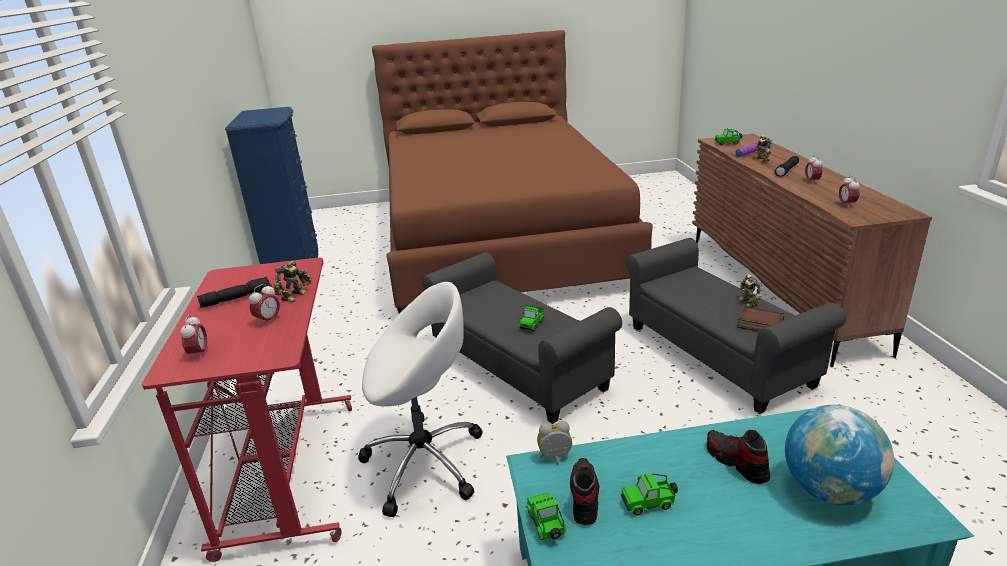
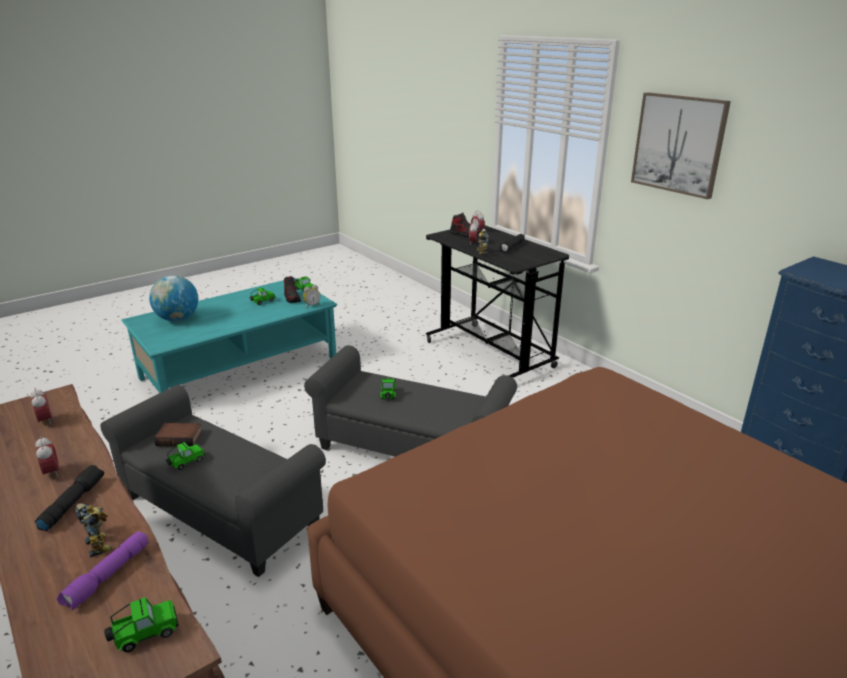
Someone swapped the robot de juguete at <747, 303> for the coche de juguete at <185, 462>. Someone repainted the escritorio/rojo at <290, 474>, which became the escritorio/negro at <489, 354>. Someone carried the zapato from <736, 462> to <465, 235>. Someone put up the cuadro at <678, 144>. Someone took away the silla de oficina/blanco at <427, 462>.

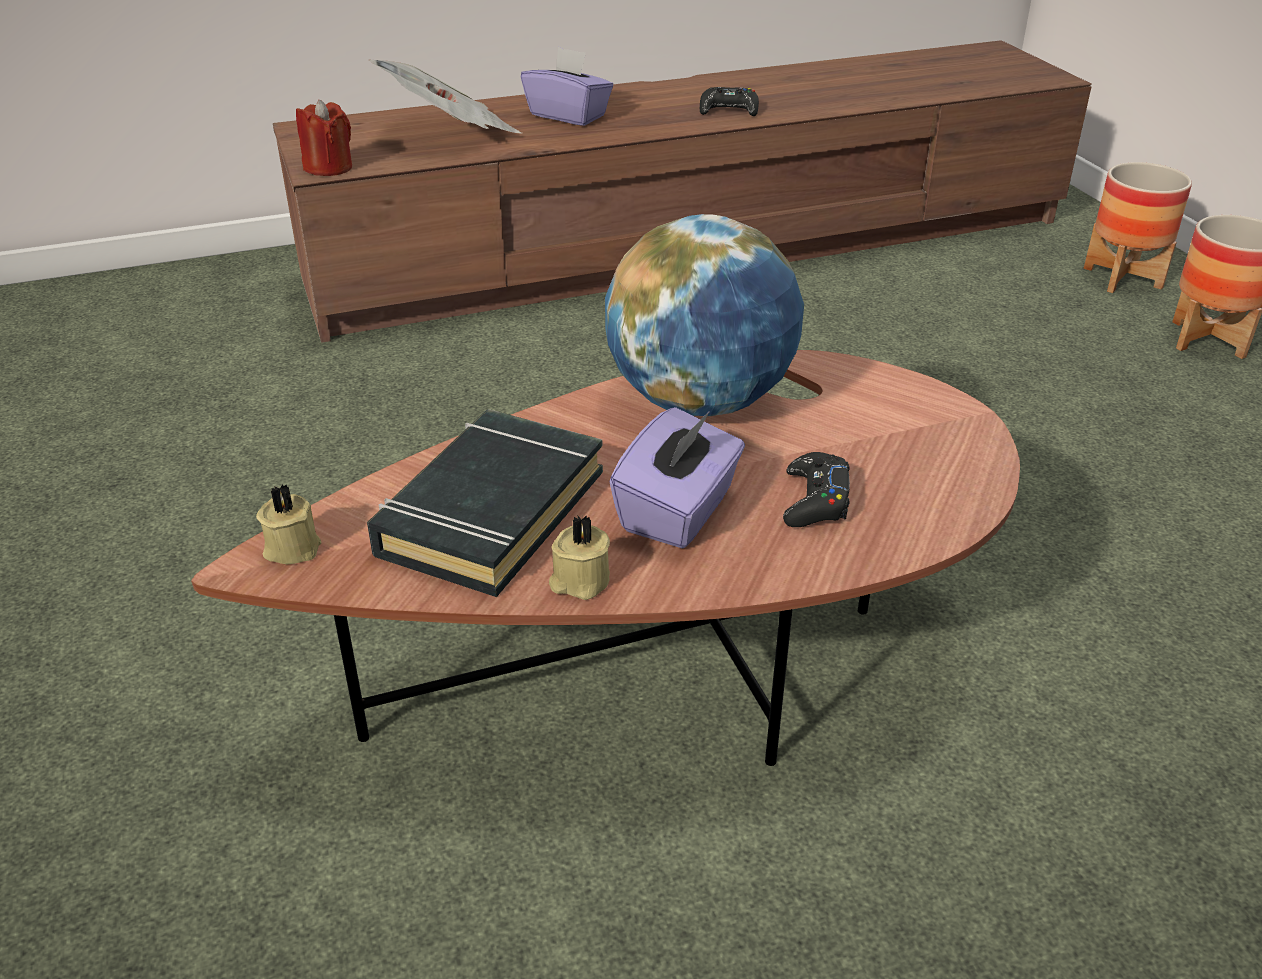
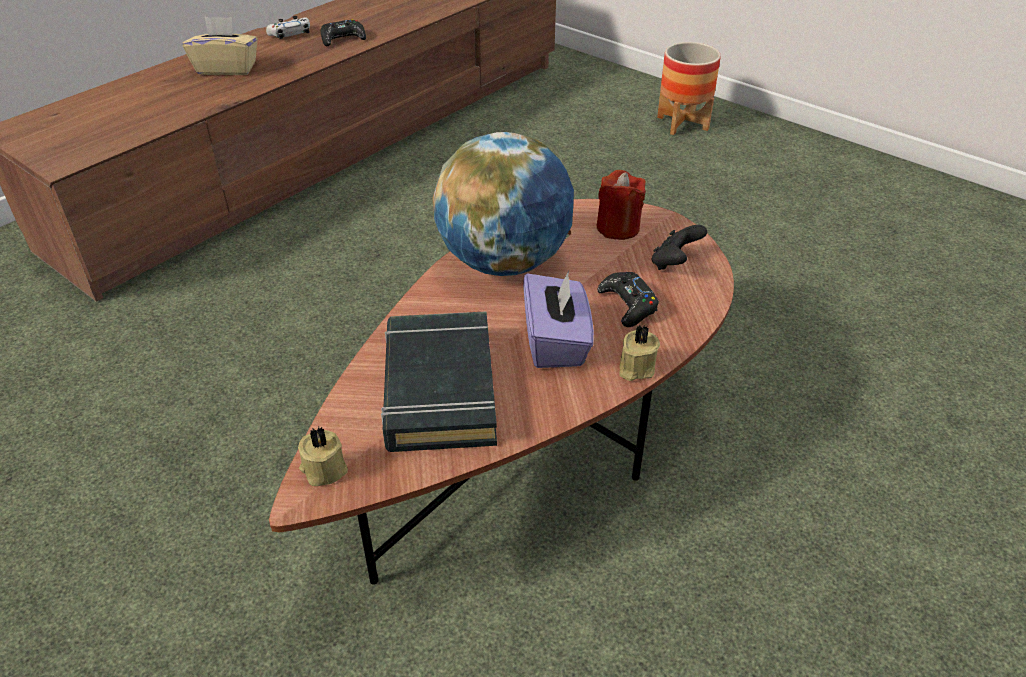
Someone repainted the caja de pañuelos/morado at <568, 115>, which became the caja de pañuelos/beis at <227, 68>. Someone put down the mando de consola/blanco at <290, 34>. Someone carried the vela/rojo from <329, 168> to <618, 228>. Someone carried the vela/beis from <579, 581> to <635, 368>. Someone put down the mando de consola/negro at <674, 263>. Someone took away the periódico at <452, 134>. Someone took away the maceta at <1123, 278>.

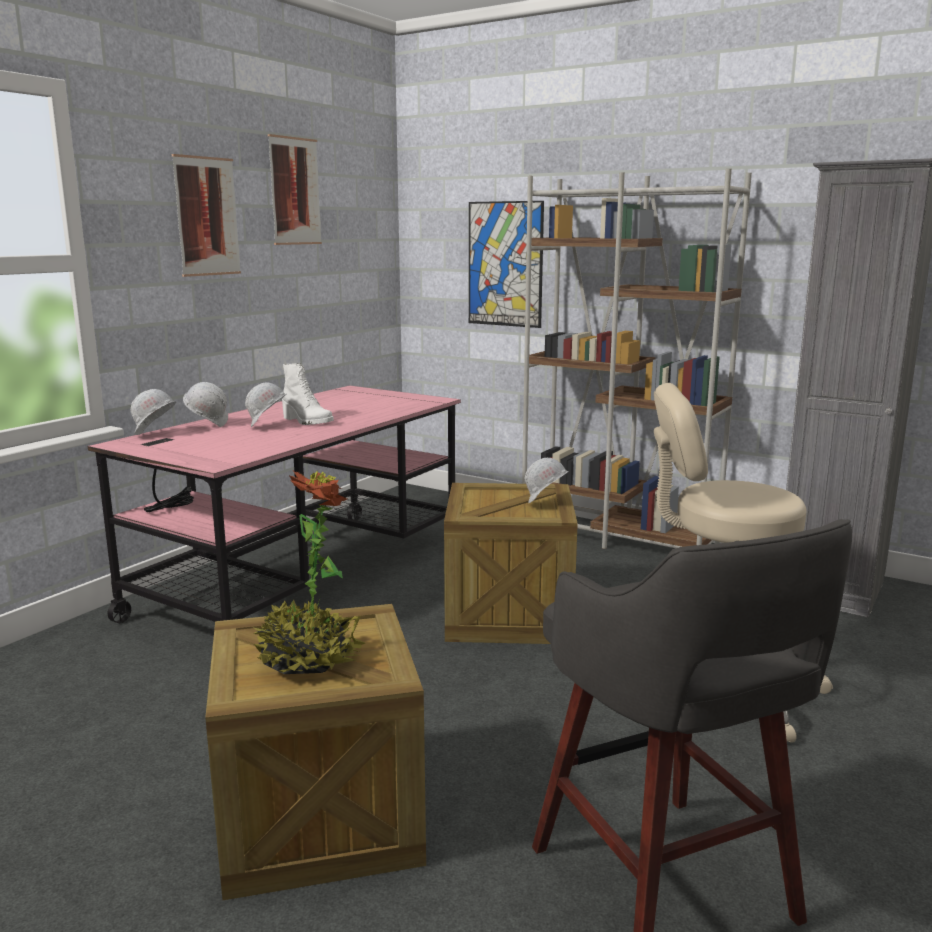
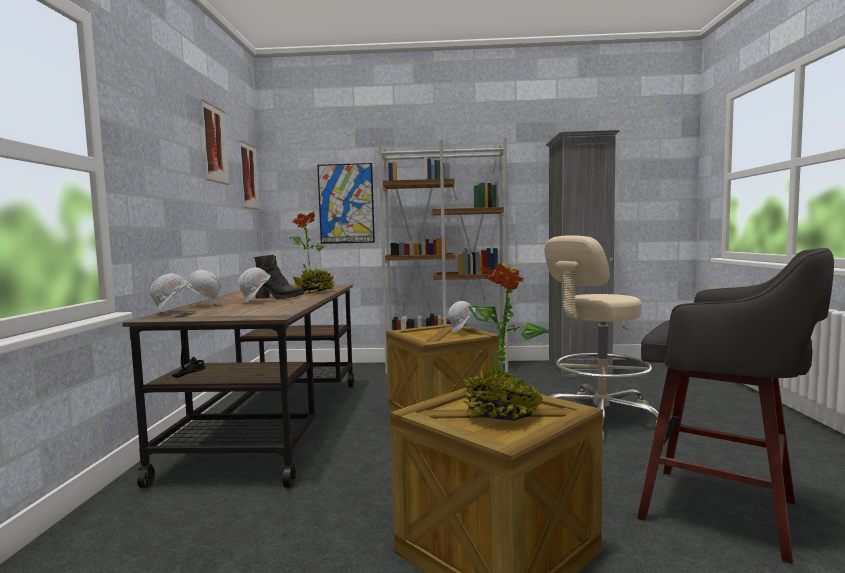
Someone repainted the escritorio/rosa at <304, 577>, which became the escritorio/marrón at <273, 425>. Someone carried the cuadro from <207, 216> to <249, 176>. Someone repainted the bota/blanco at <307, 421>, which became the bota/negro at <279, 298>. Someone put down the planta en maceta at <313, 292>.

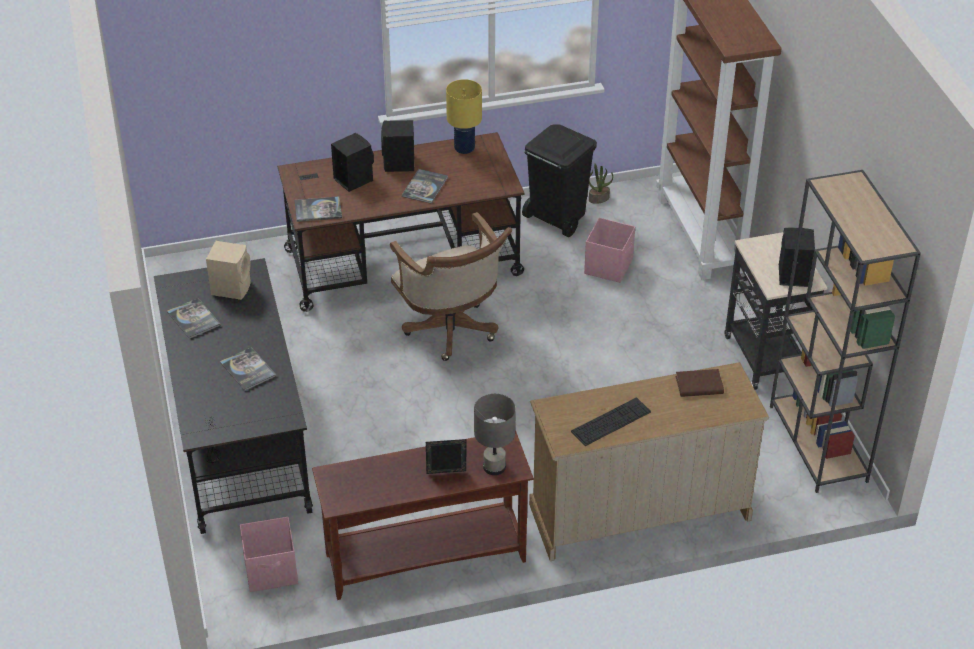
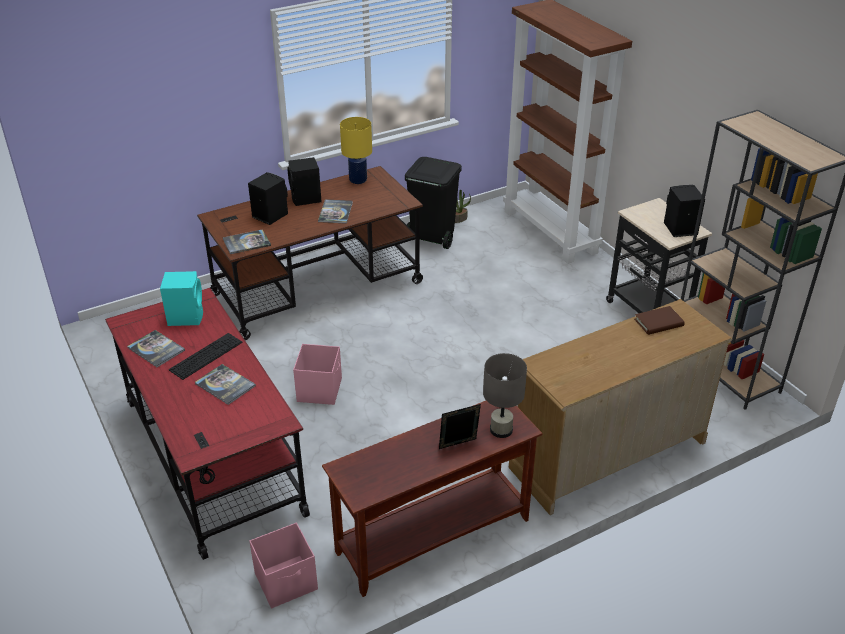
Someone repainted the escritorio/negro at <238, 434>, which became the escritorio/rojo at <213, 457>. Someone repainted the altavoz/beis at <232, 287>, which became the altavoz/turquesa at <186, 316>. Someone carried the teclado from <611, 422> to <206, 356>. Someone carried the caja de almacenaje/rosa from <609, 266> to <320, 389>. Someone took away the silla de oficina at <452, 332>.

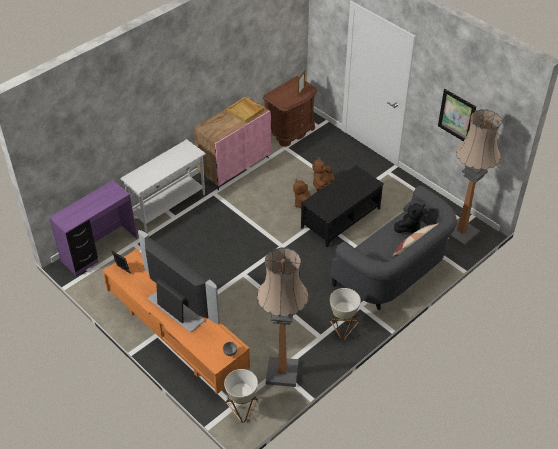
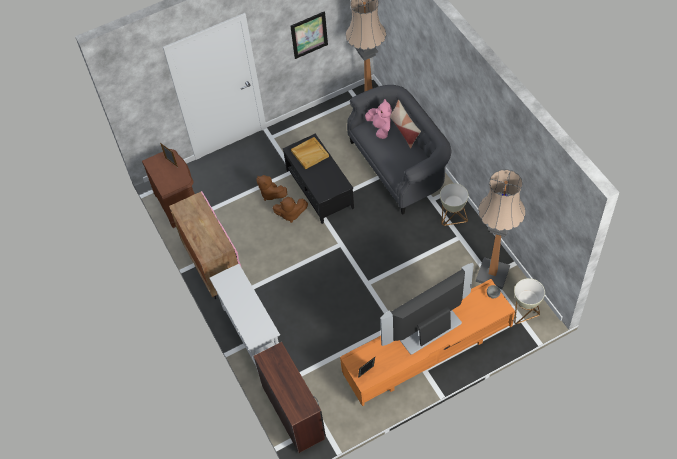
Someone repainted the escritorio/morado at <100, 250>, which became the escritorio/marrón at <294, 411>. Someone carried the bandeja/beis from <245, 111> to <310, 153>. Someone repainted the peluche/negro at <408, 227>, which became the peluche/rosa at <380, 128>.

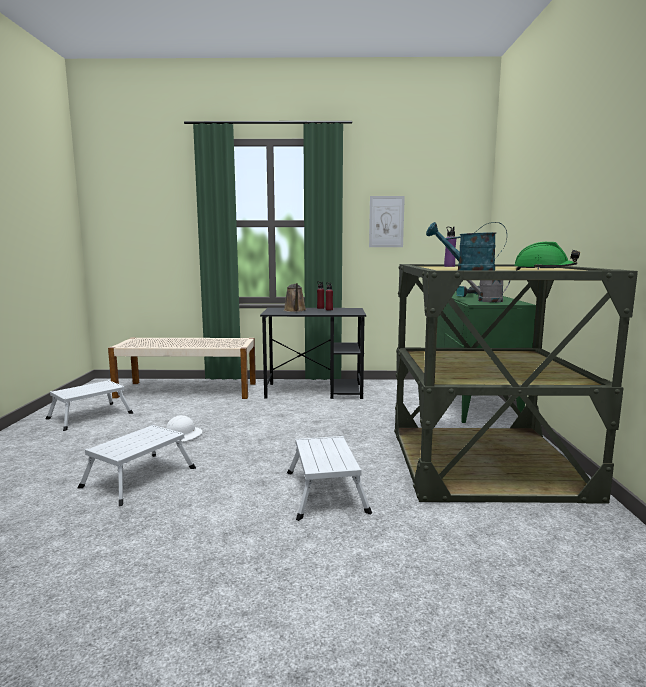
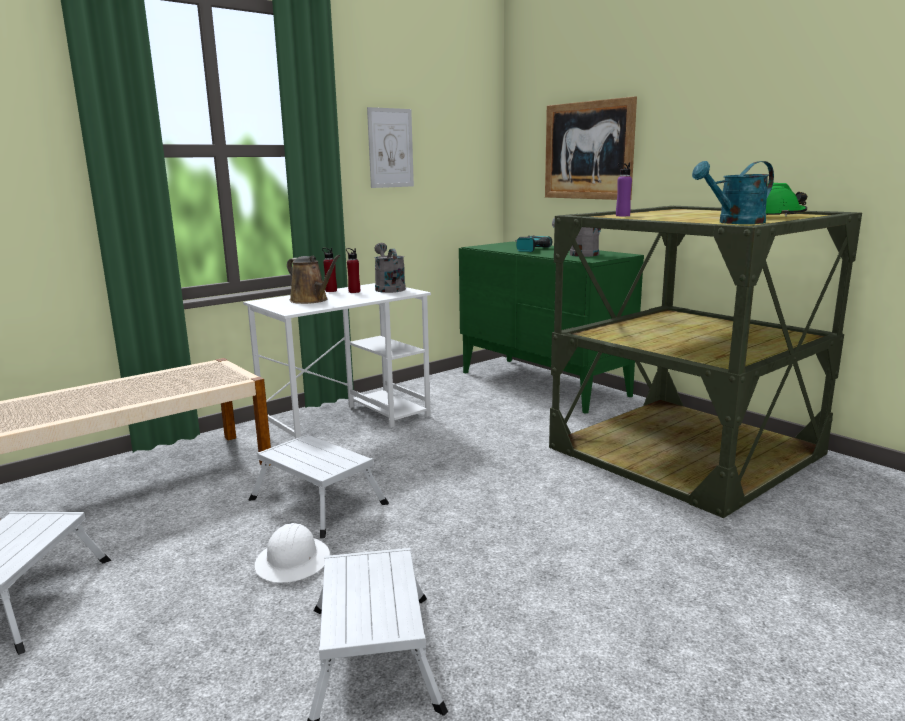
Someone repainted the escritorio/negro at <315, 391>, which became the escritorio/blanco at <348, 422>. Someone carried the escalera de tijera/blanco from <326, 492> to <318, 502>. Someone put down the regadera/gris at <388, 288>. Someone put up the cuadro at <588, 150>.

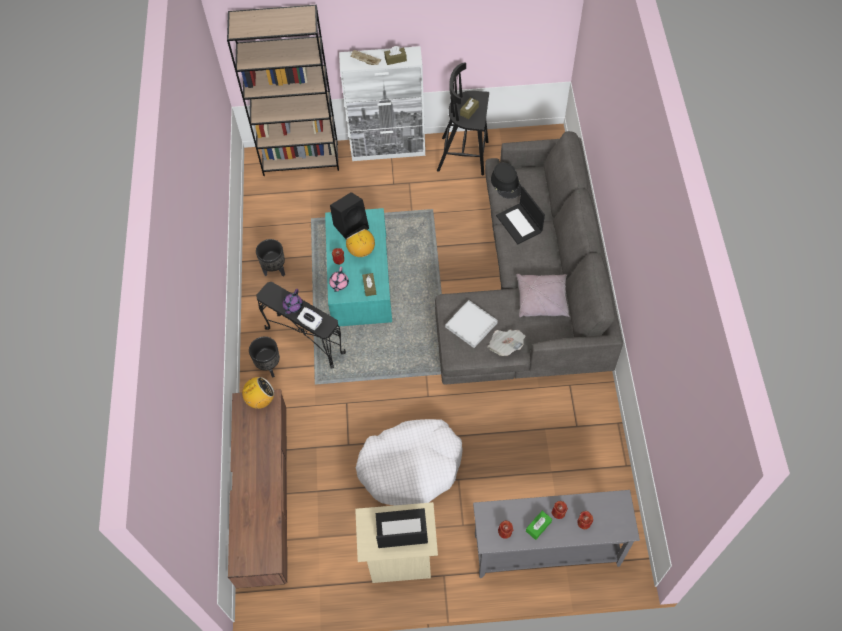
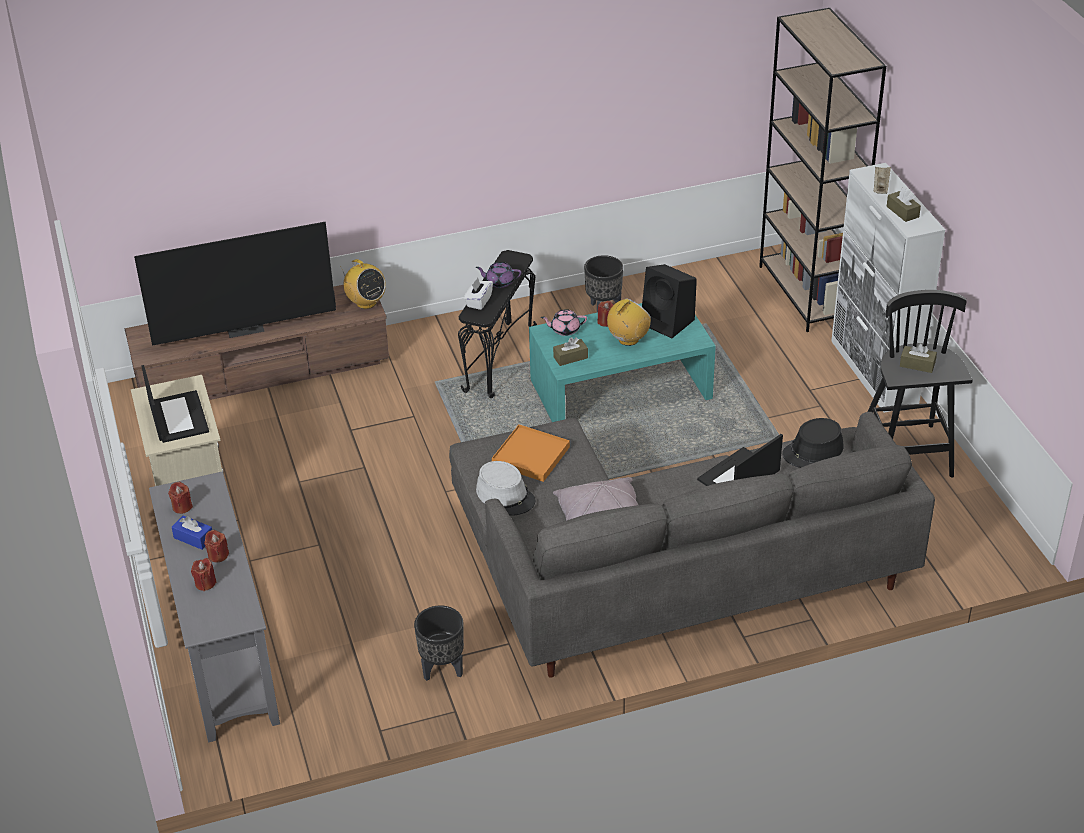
Someone put down the televisor at <245, 327>. Someone repainted the caja de pañuelos/verde at <538, 526>, which became the caja de pañuelos/azul at <193, 538>. Someone carried the maceta/negro from <269, 367> to <442, 669>. Someone swapped the periódico at <505, 345> for the sombrero/gris at <505, 495>. Someone repainted the bandeja/blanco at <471, 325>, which became the bandeja/naranja at <531, 455>. Someone took away the cama para perro/blanco at <411, 466>.

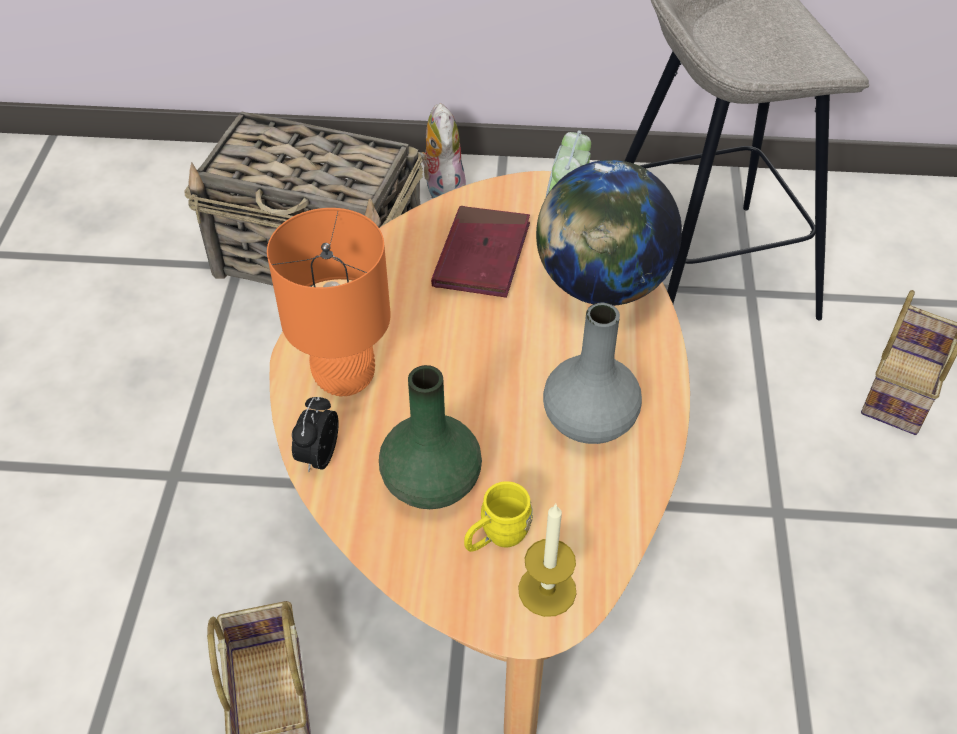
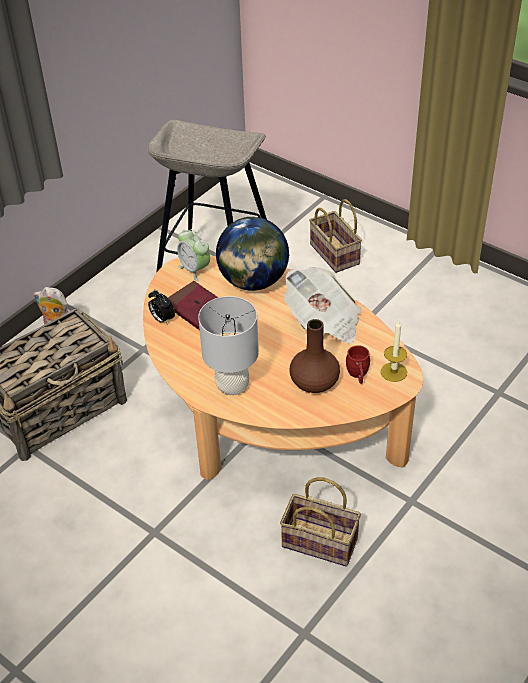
Someone carried the despertador from <318, 456> to <162, 319>. Someone repainted the lámpara de mesa/naranja at <347, 378>, which became the lámpara de mesa/gris at <232, 385>. Someone swapped the florero/gris at <590, 421> for the periódico at <323, 321>. Someone repainted the florero/verde at <430, 482>, which became the florero/marrón at <314, 383>. Someone repainted the taza grande/amarillo at <496, 537>, which became the taza grande/rojo at <358, 375>.

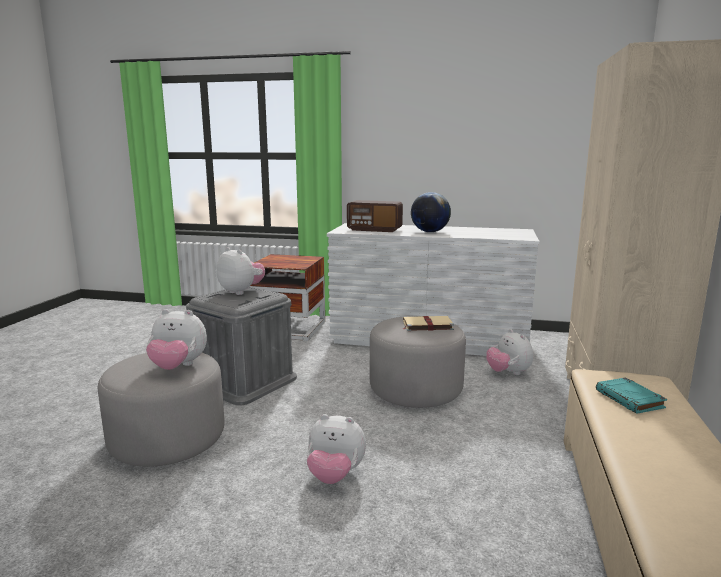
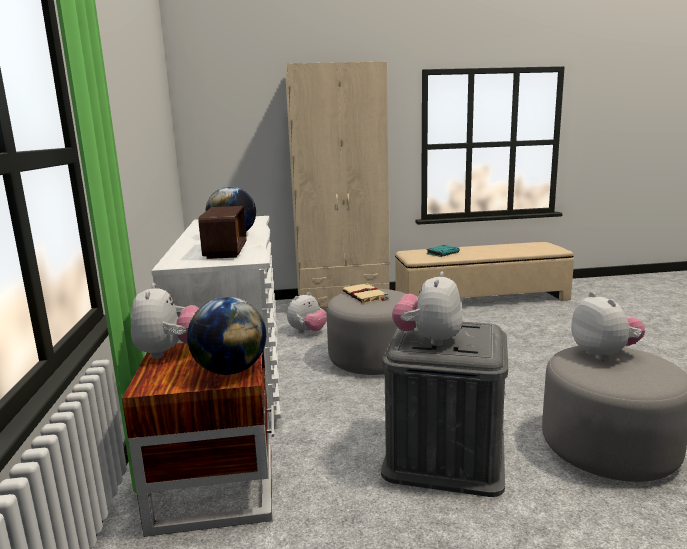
Someone carried the peluche from <335, 476> to <169, 352>. Someone put down the globo terráqueo at <230, 370>.

